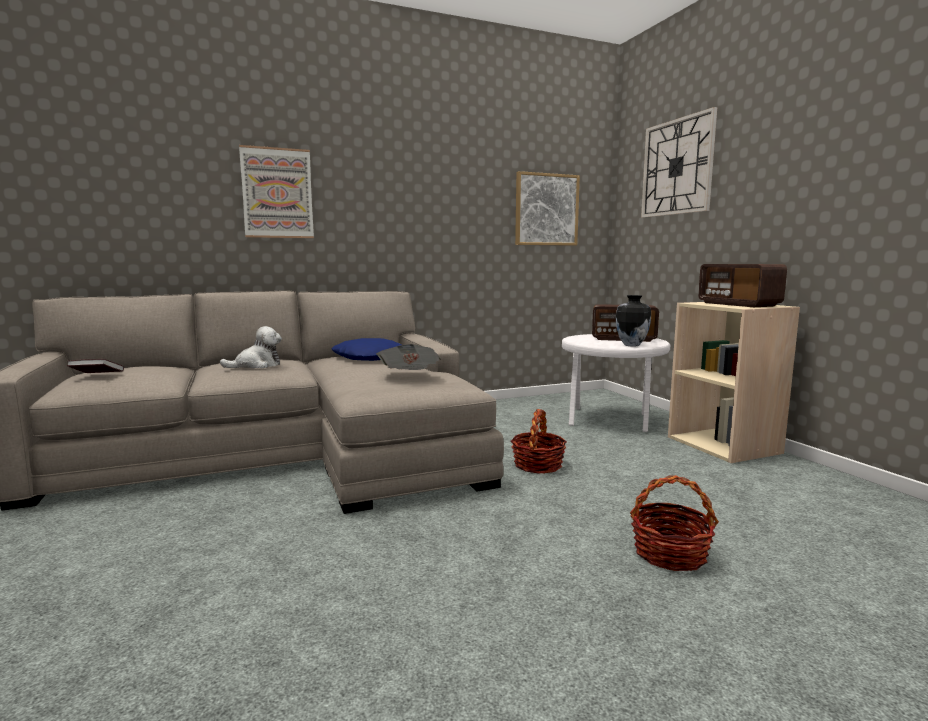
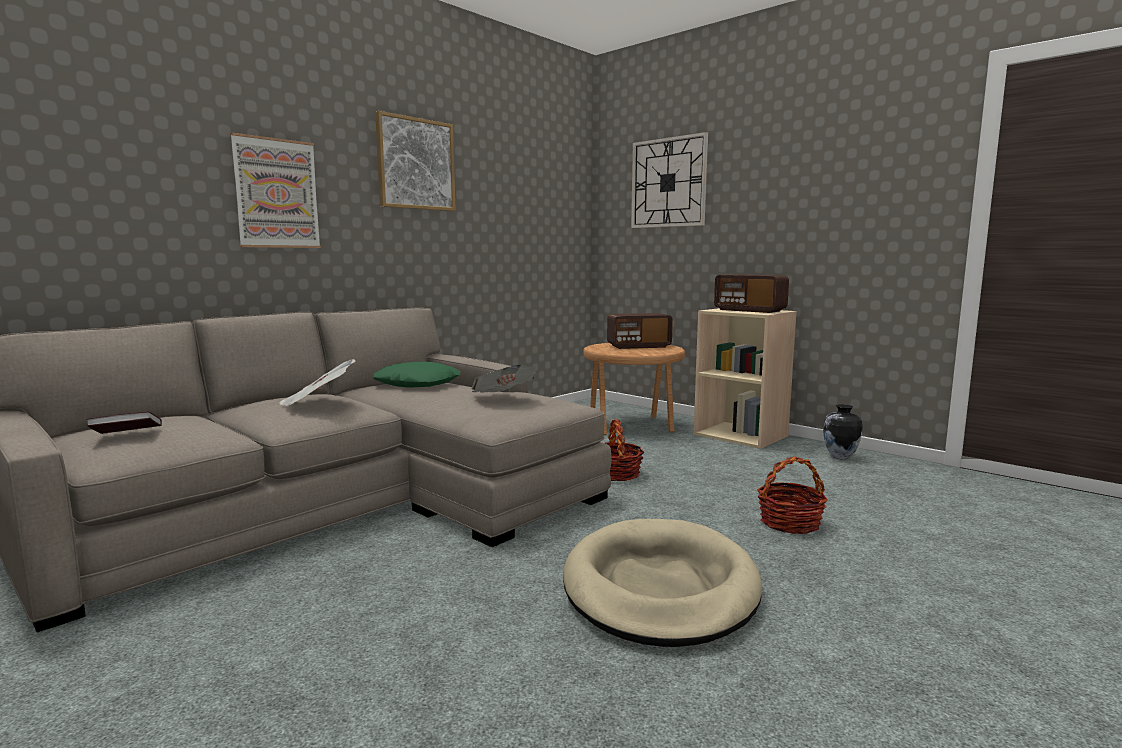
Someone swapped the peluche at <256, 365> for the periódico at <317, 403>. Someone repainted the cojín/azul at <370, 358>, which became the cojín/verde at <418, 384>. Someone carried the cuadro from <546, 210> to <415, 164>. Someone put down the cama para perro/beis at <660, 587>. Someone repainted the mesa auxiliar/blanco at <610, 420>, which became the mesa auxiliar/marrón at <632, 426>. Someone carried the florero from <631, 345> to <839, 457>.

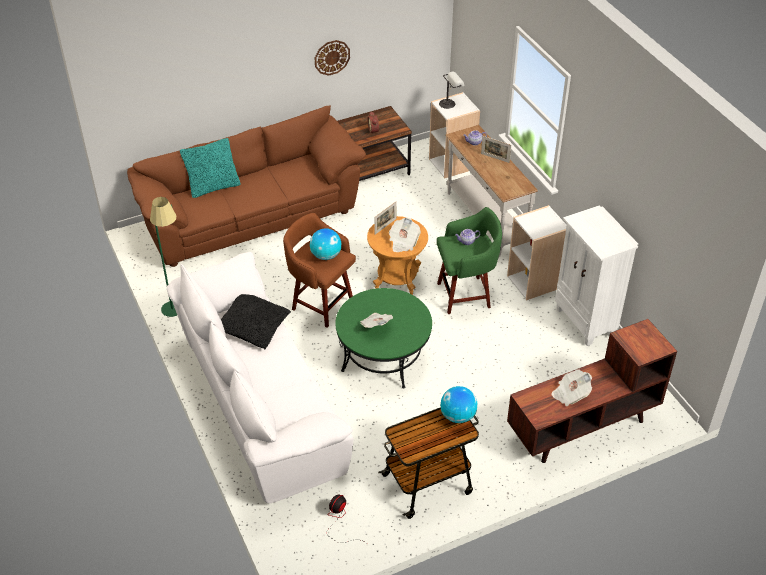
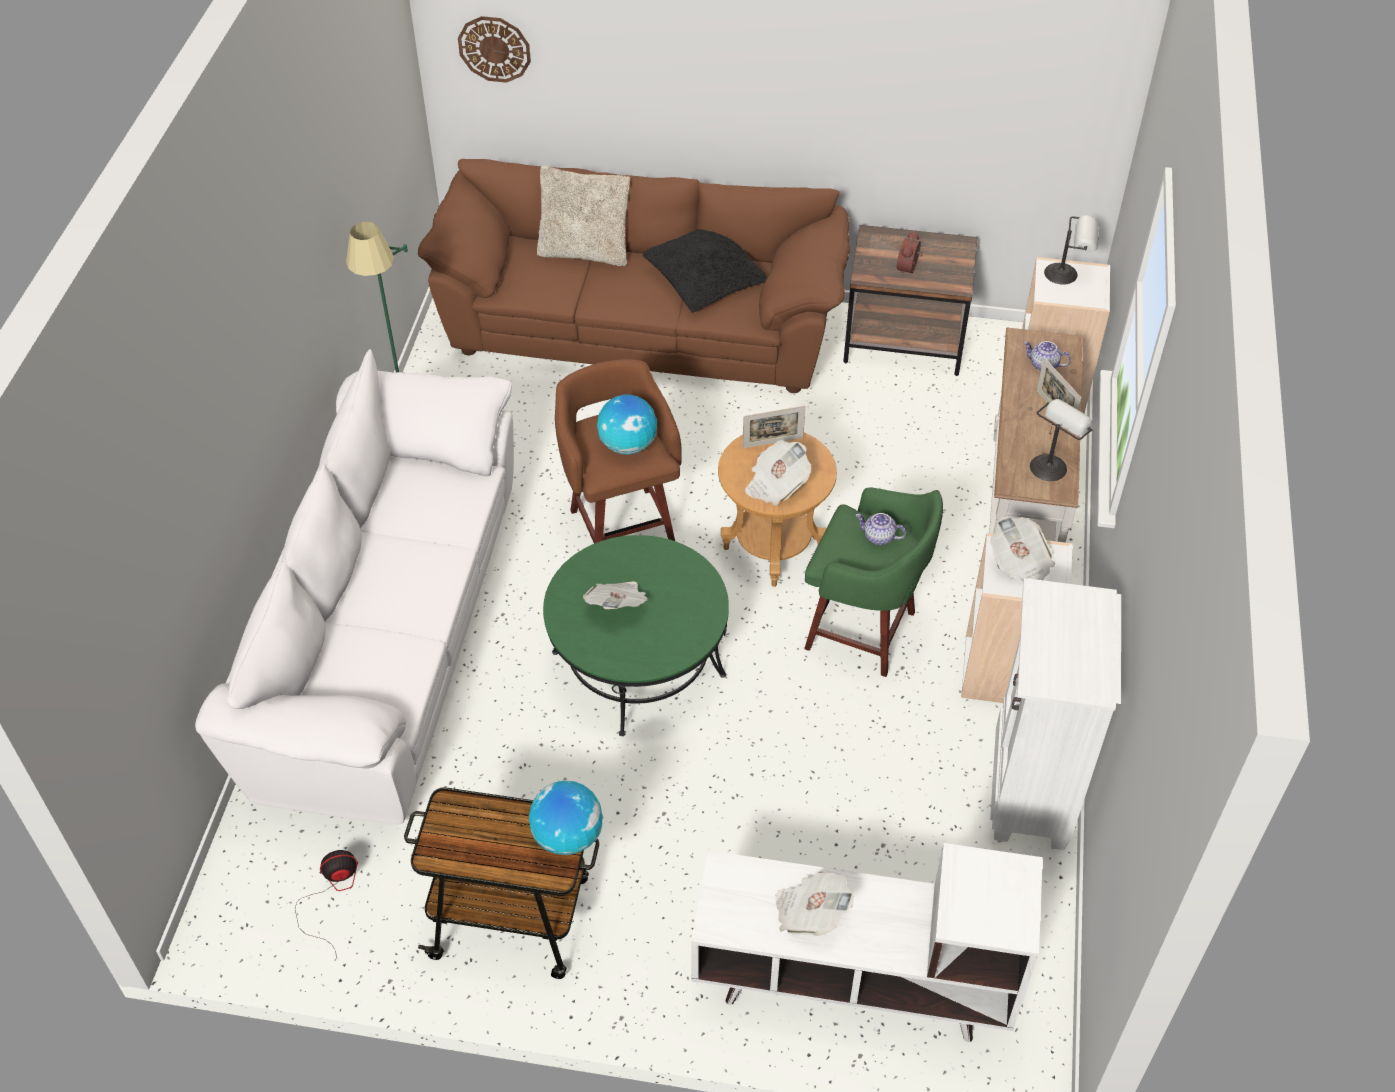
Someone carried the reloj de pared from <332, 57> to <494, 48>. Someone repainted the cojín/turquesa at <213, 185>, which became the cojín/beis at <585, 249>. Someone carried the cojín/negro from <253, 327> to <705, 279>. Someone repainted the mueble de televisión/marrón at <582, 428>, which became the mueble de televisión/blanco at <850, 983>. Someone put down the periódico at <1020, 565>. Someone put down the lámpara de mesa at <1052, 463>.

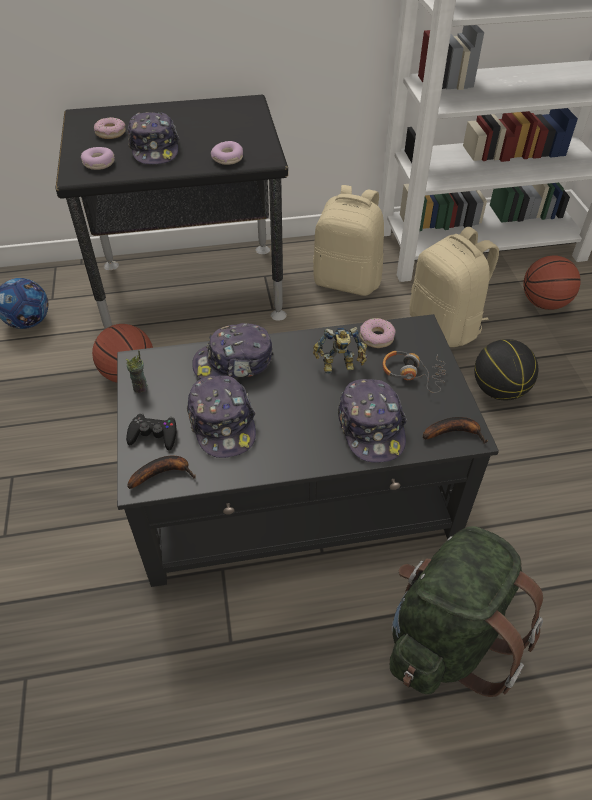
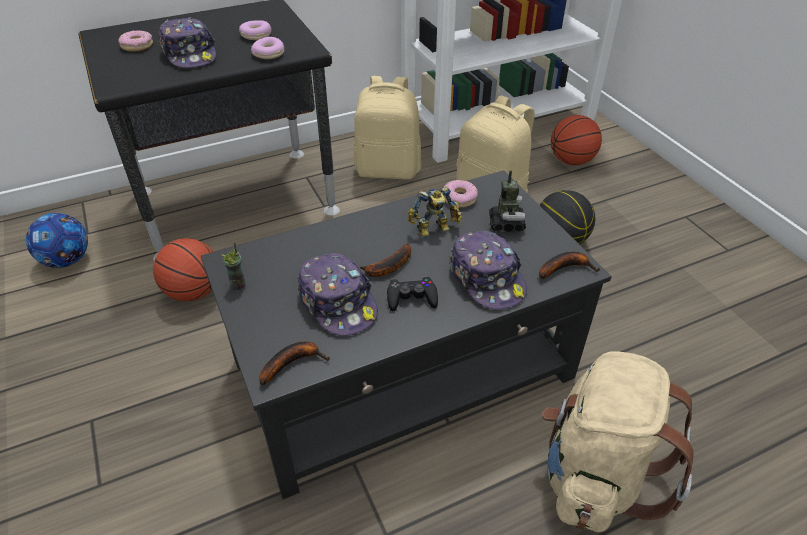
Someone carried the rosquilla from <99, 164> to <256, 35>. Someone put down the plátano at <386, 268>. Someone carried the mando de consola/negro from <153, 435> to <411, 298>. Someone swapped the auriculares at <413, 374> for the robot de juguete at <506, 224>. Someone repainted the mochila/verde at <446, 638>, which became the mochila/beis at <595, 475>. Someone took away the gorra at <234, 363>.

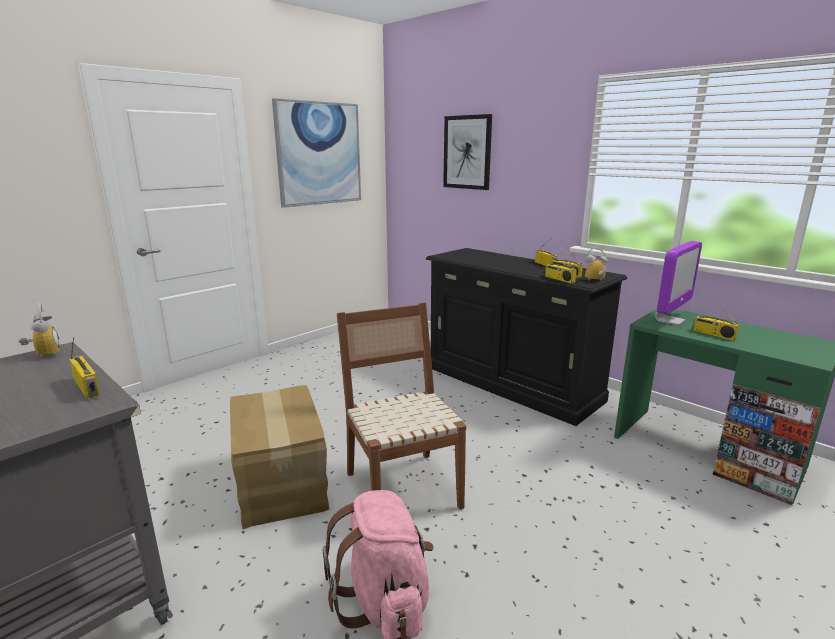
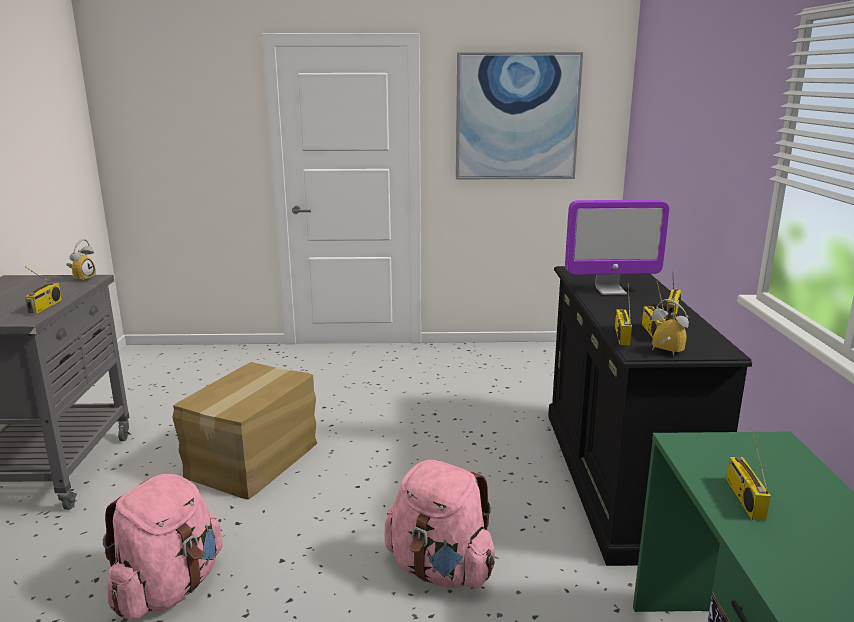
Someone put down the mochila/rosa at <440, 570>. Someone carried the monitor from <669, 320> to <610, 290>. Someone took away the silla at <402, 486>. Someone took away the cuadro at <467, 152>.

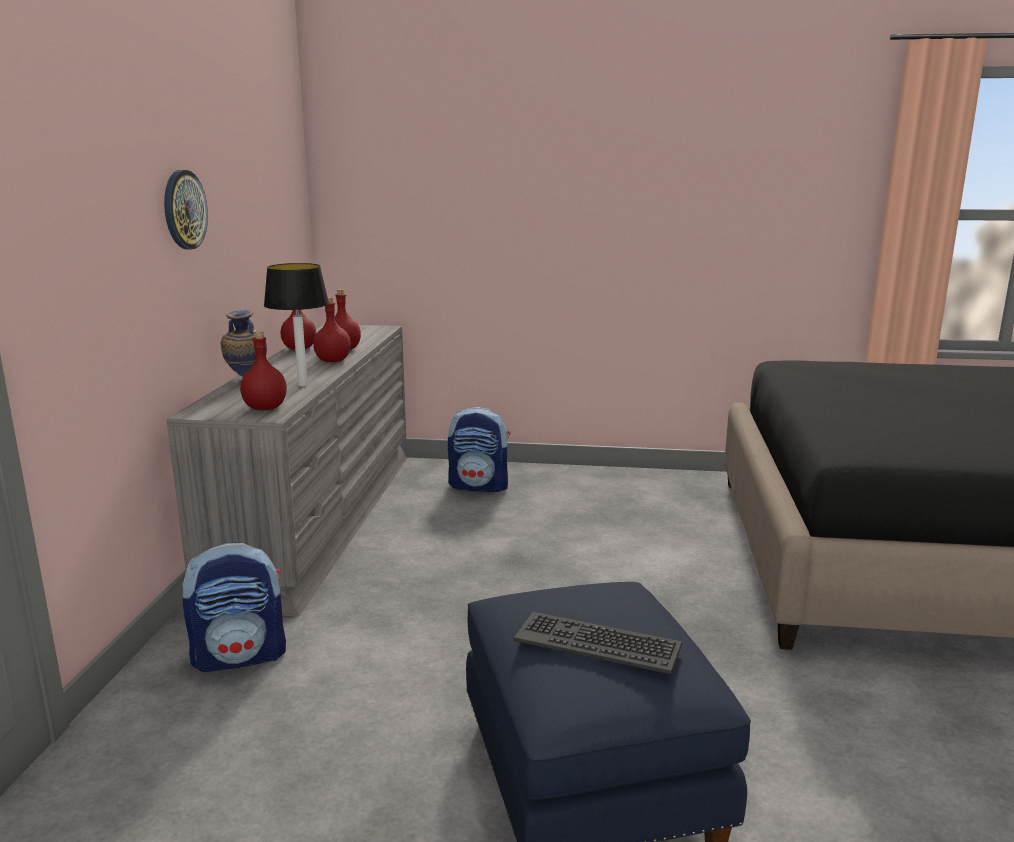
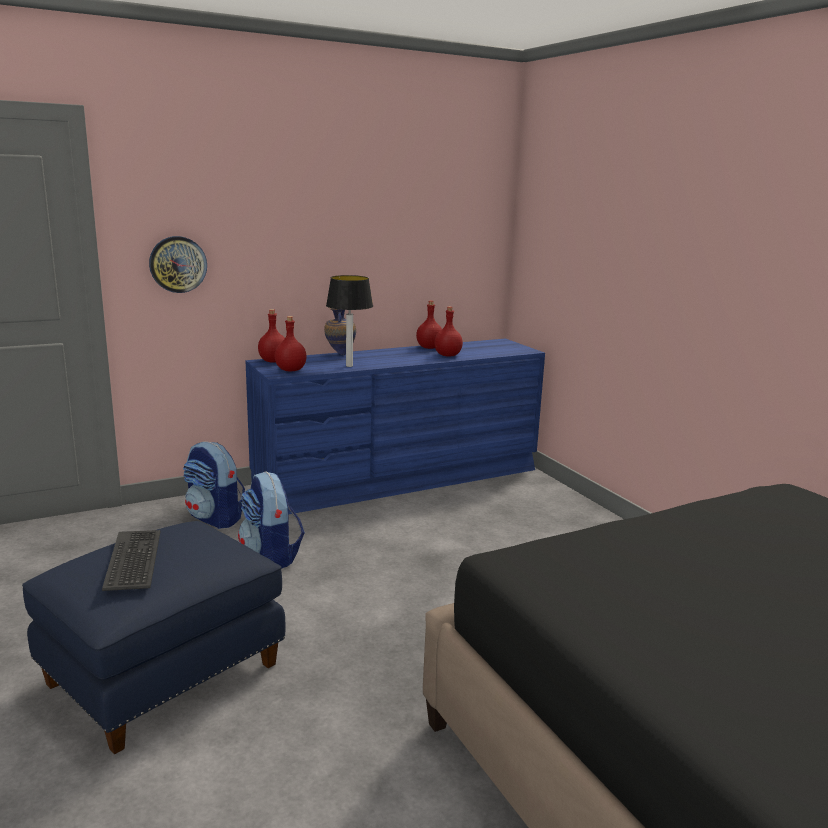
Someone carried the reloj de pared from <184, 210> to <178, 264>. Someone carried the mochila from <480, 486> to <271, 557>. Someone repainted the cómoda/gris at <318, 519>, which became the cómoda/azul at <398, 478>. Someone carried the botella/rojo from <332, 361> to <272, 361>.

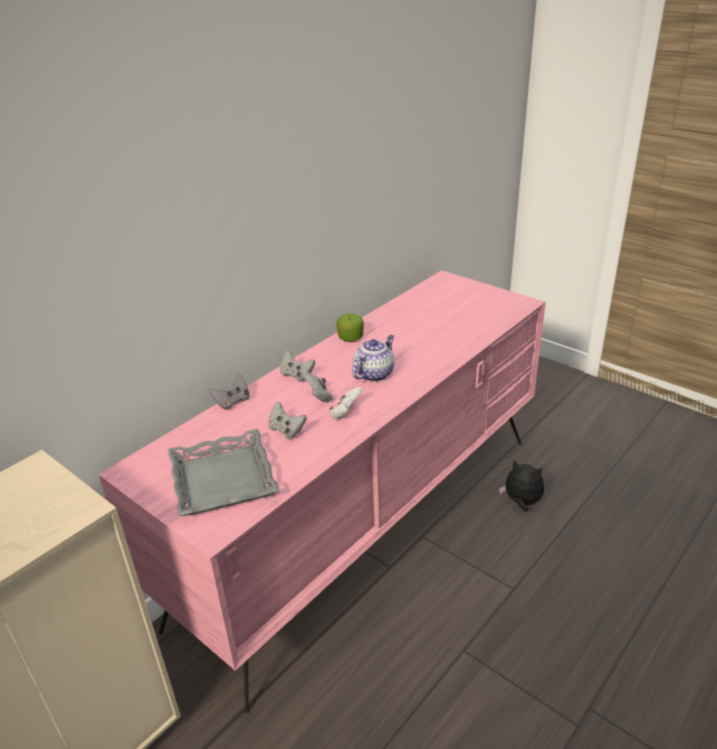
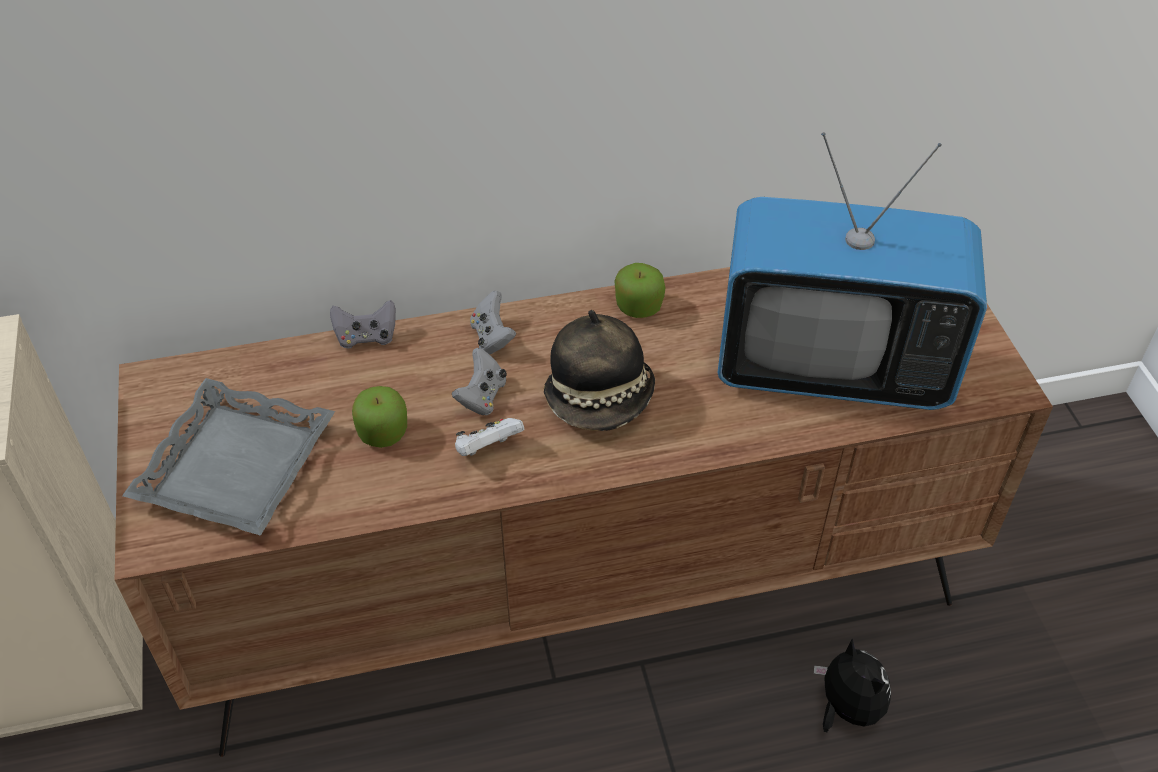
Someone repainted the mueble de televisión/rosa at <366, 524>, which became the mueble de televisión/marrón at <582, 591>. Someone swapped the mando de consola/gris at <286, 430> for the manzana at <383, 432>. Someone swapped the tetera at <374, 373> for the sombrero at <601, 398>. Someone put down the televisor at <832, 367>.

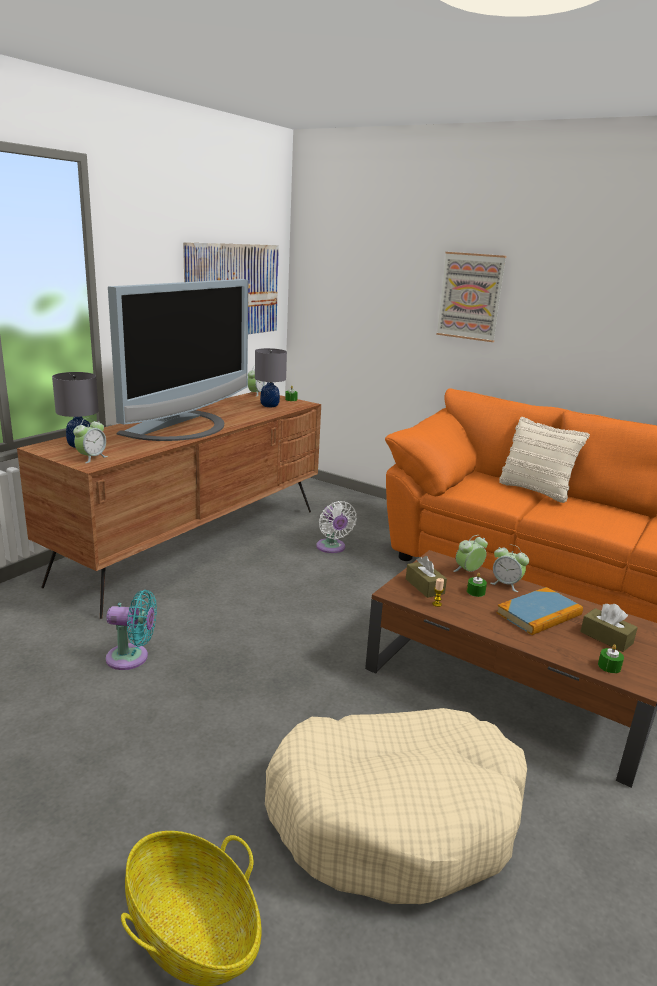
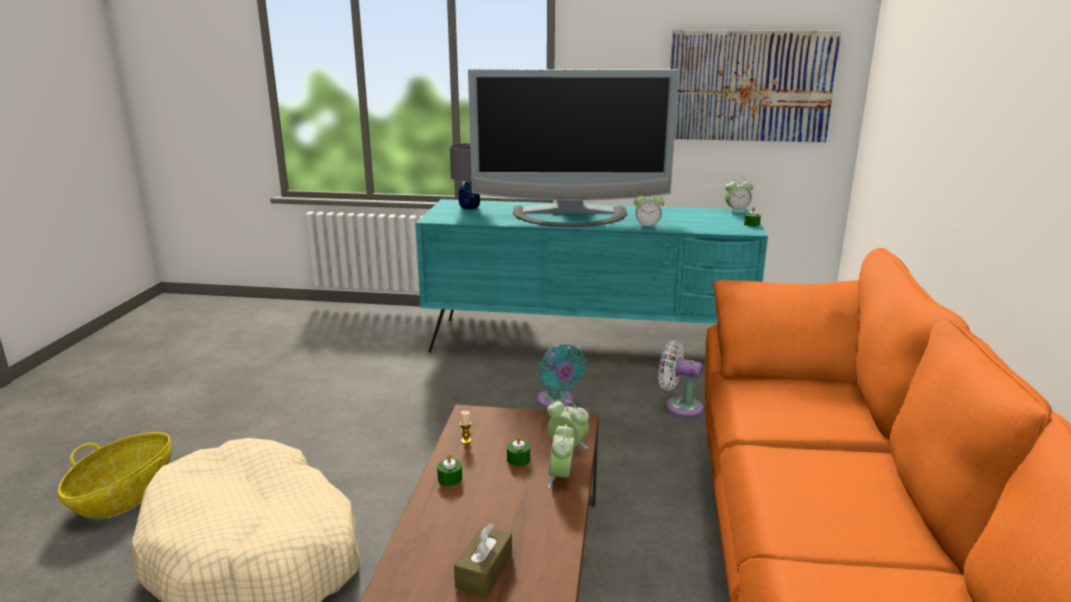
Someone repainted the mueble de televisión/marrón at <195, 544>, which became the mueble de televisión/turquesa at <588, 344>. Someone carried the vela/verde from <609, 666> to <450, 479>. Someone carried the ventilador/turquesa from <132, 658> to <556, 402>. Someone carried the despertador from <91, 458> to <647, 228>. Someone rotated the ventilador/blanco at <332, 548> by 75 degrees clockwise. Someone took away the lámpara de mesa/gris at <270, 406>. Someone took away the caja de pañuelos/marrón at <424, 586>. Someone took away the cuadro at <470, 296>. Someone took away the libro at <539, 614>. Someone took away the cojín/beis at <536, 491>.

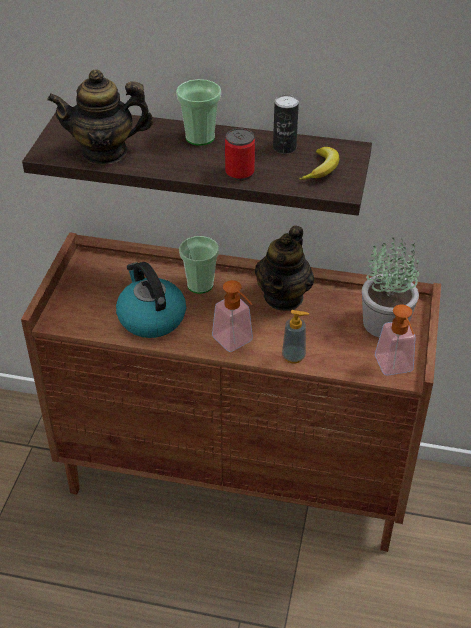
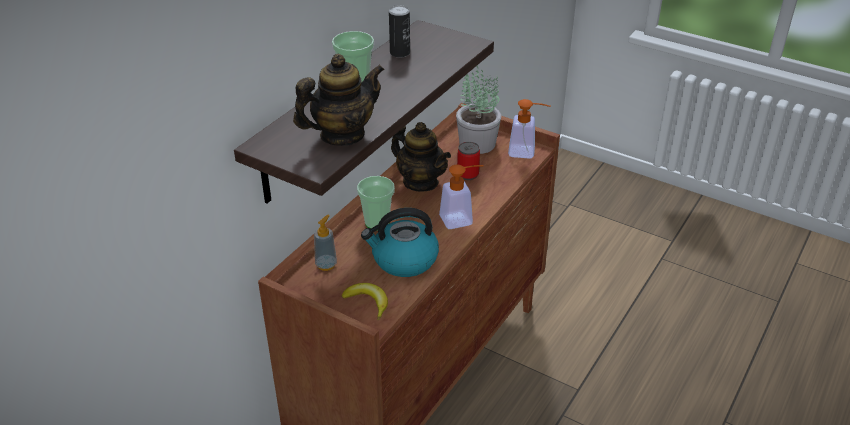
Someone rotated the tetera at <105, 152> by 135 degrees counterclockwise. Someone carried the dispensador de jabón from <293, 356> to <326, 264>. Someone carried the plátano from <322, 169> to <368, 302>. Someone carried the lata from <239, 173> to <468, 174>.

